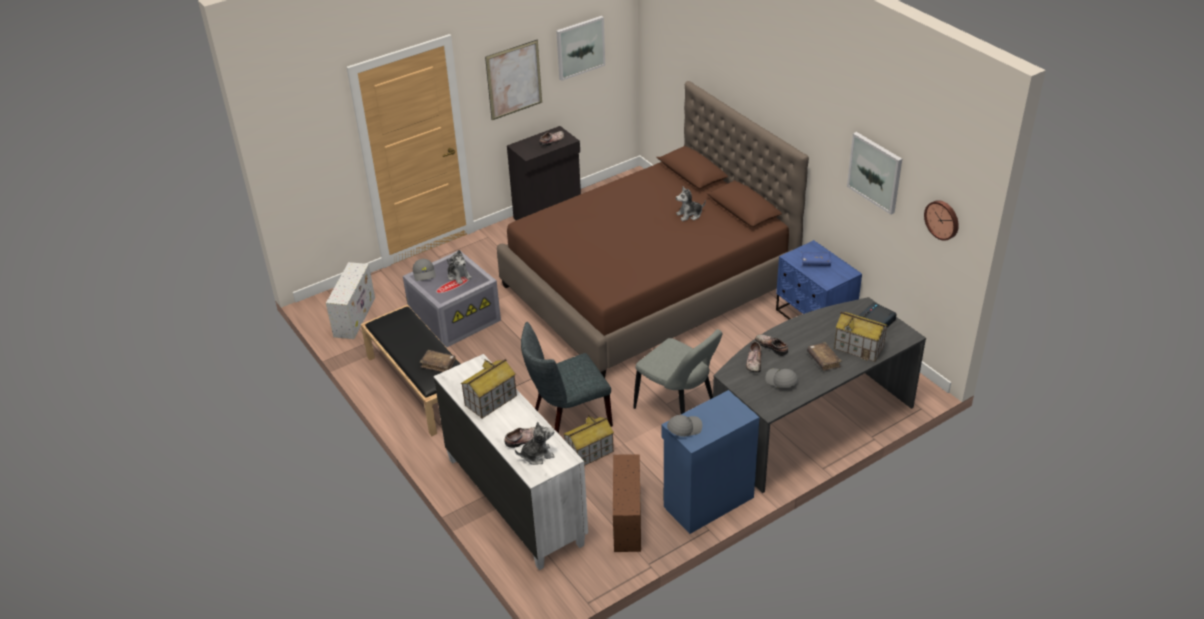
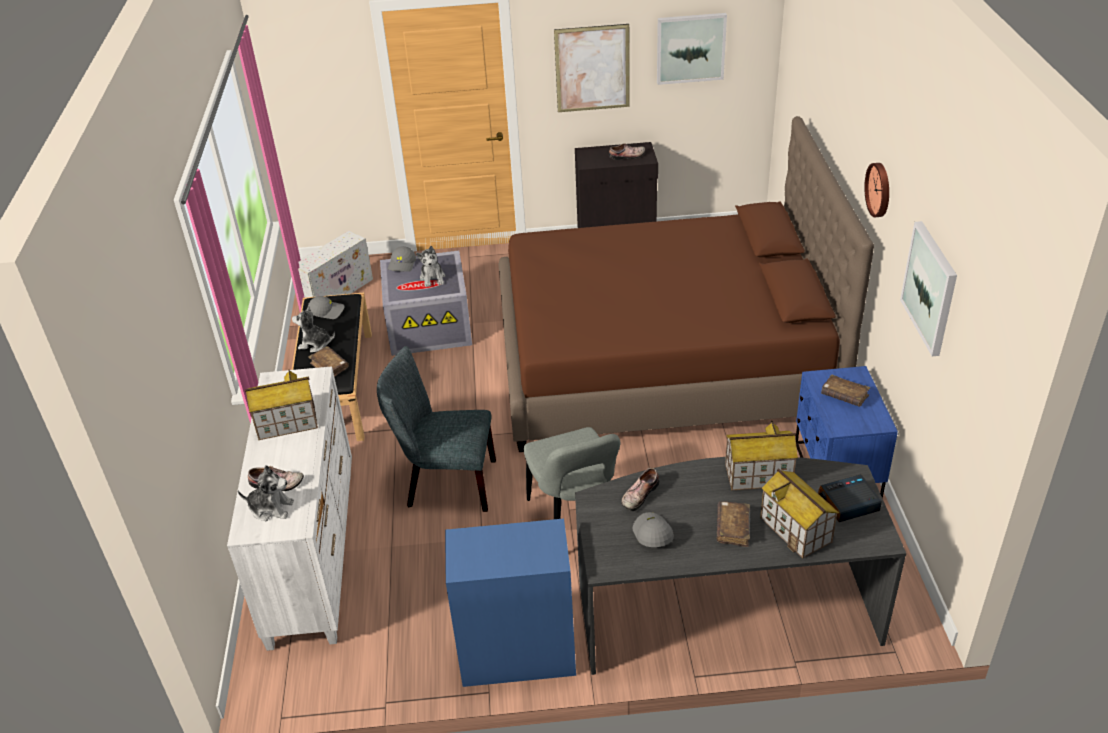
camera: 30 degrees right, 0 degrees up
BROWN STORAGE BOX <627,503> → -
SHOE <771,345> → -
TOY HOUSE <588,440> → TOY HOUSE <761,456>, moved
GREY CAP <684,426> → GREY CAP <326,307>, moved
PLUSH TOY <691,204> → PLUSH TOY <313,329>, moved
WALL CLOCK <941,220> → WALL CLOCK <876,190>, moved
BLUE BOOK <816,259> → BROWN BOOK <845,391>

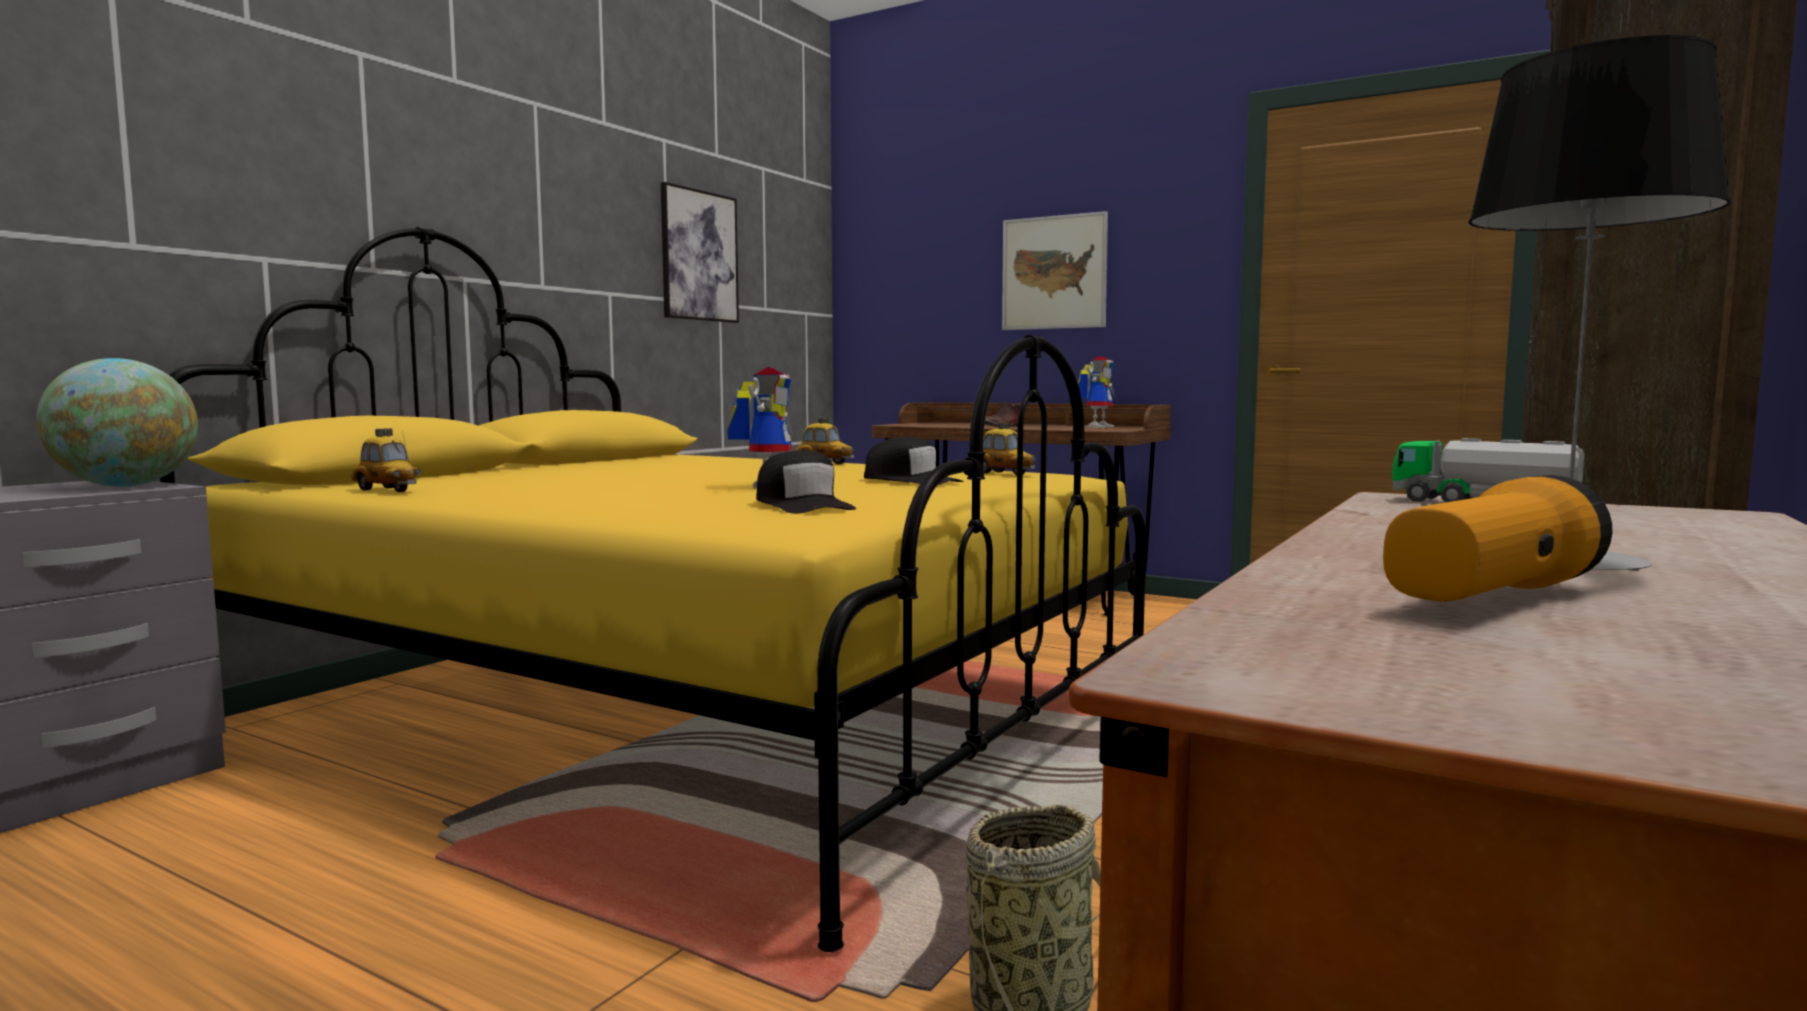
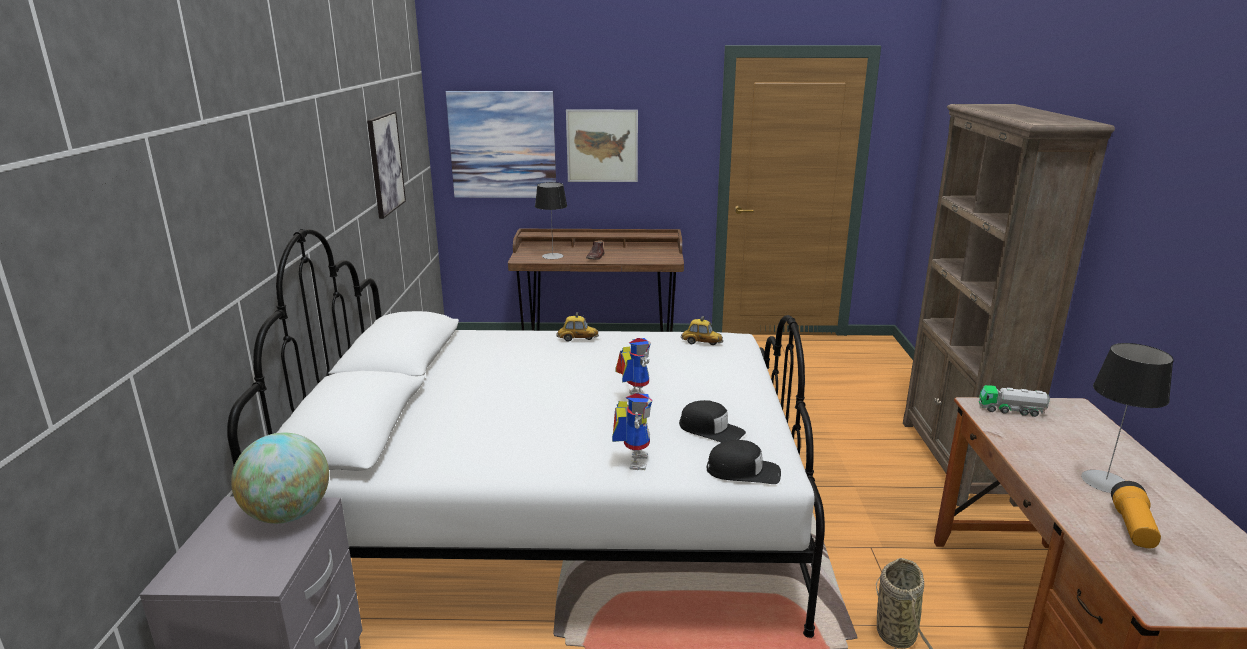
camera: 30 degrees left, 15 degrees up
TOY CAR <386,460> → -
- → PICTURE <501,144>
- → TABLE LAMP <551,220>
BLACK CAP <914,461> → BLACK CAP <744,462>, moved
TOY ROBOT <1097,392> → TOY ROBOT <632,431>, moved
YELLOW BED <653,589> → WHITE BED <526,433>

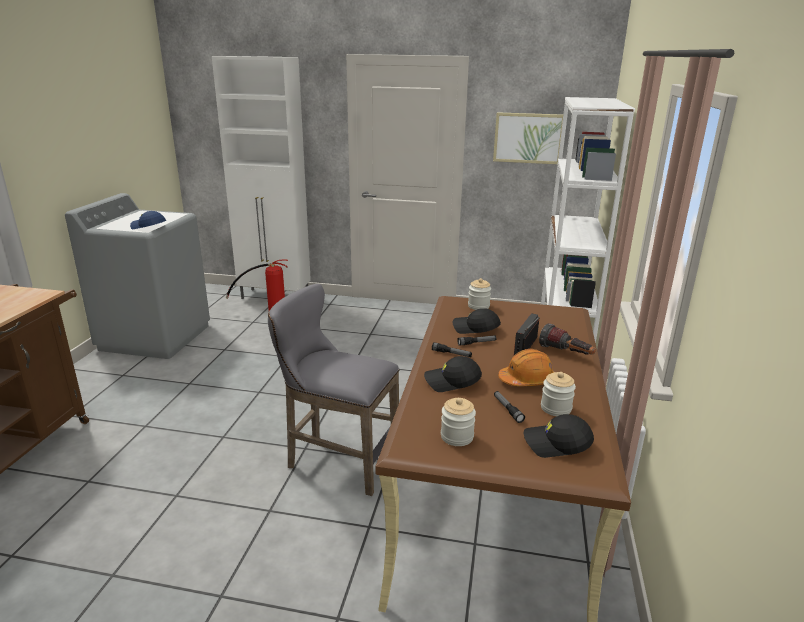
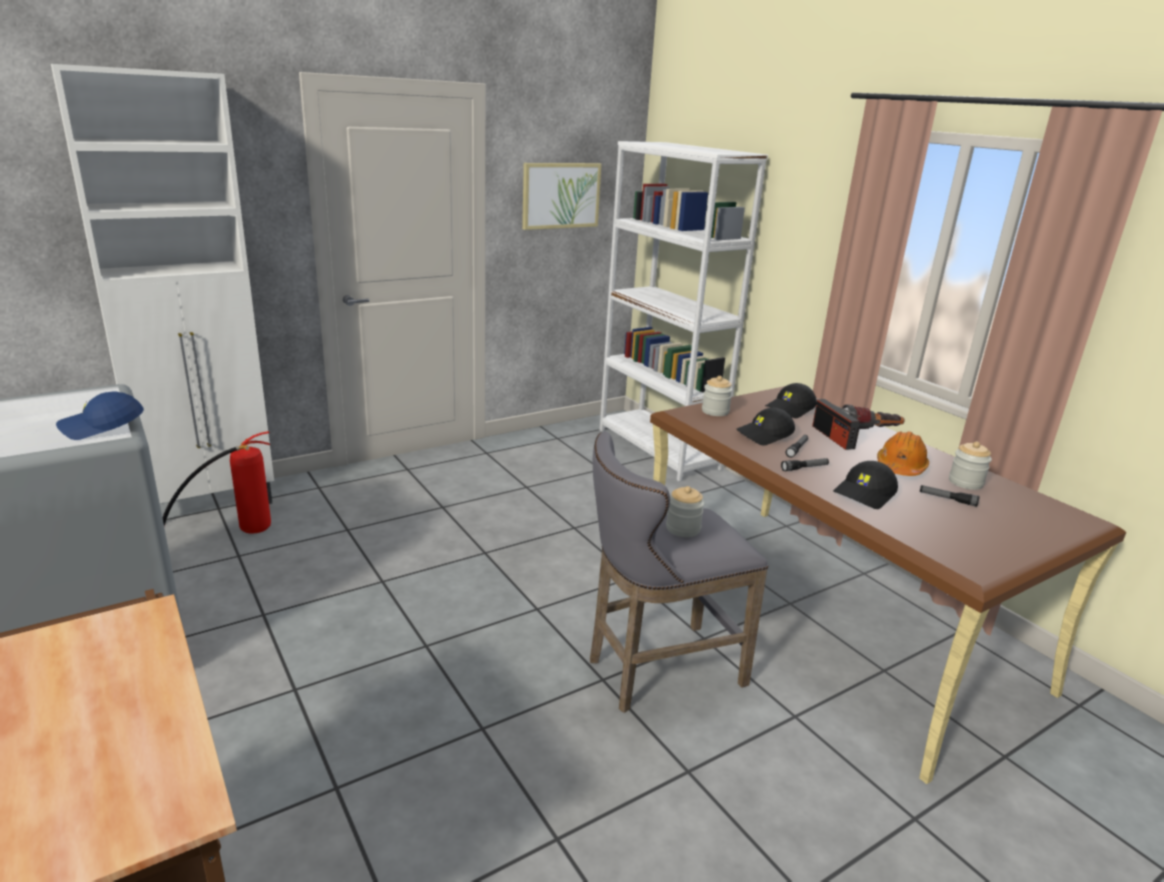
camera: 45 degrees left, 0 degrees up
JAR <458,422> → JAR <685,511>, moved
BLACK CAP <559,436> → BLACK CAP <791,400>, moved

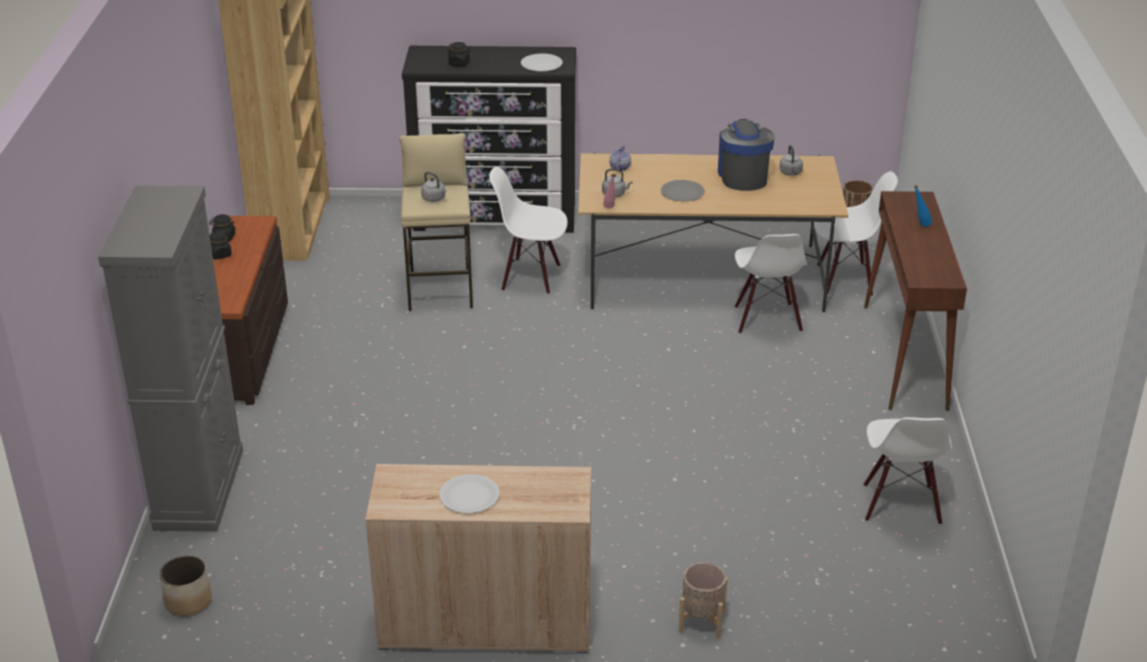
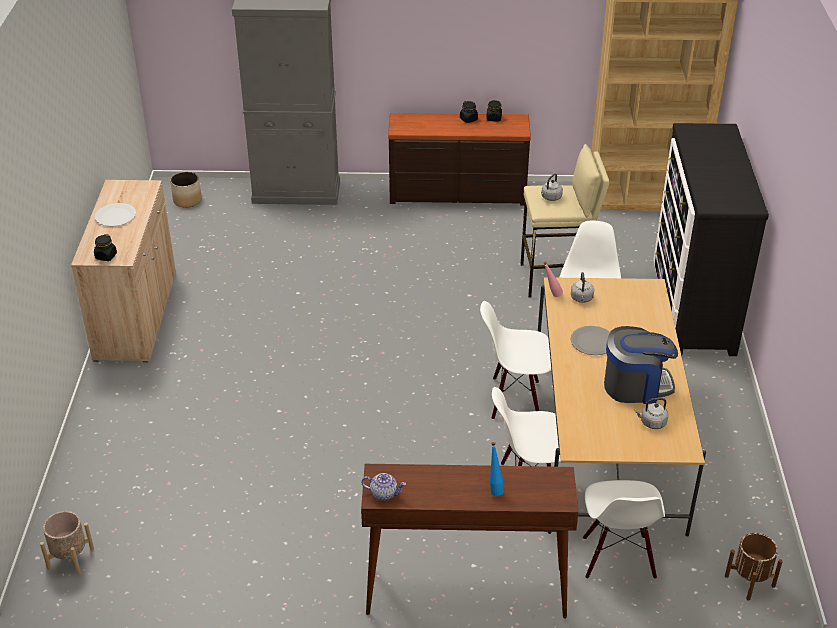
camera: 90 degrees right, 5 degrees up
WHITE PLATE <542,62> → -
BLACK JAR <459,54> → BLACK JAR <105,247>, moved
TEAPOT <620,158> → TEAPOT <383,487>, moved
BEIGE PLANTER <703,600> → BEIGE PLANTER <67,543>, moved
WHITE CHAIR <907,471> → WHITE CHAIR <515,360>, moved

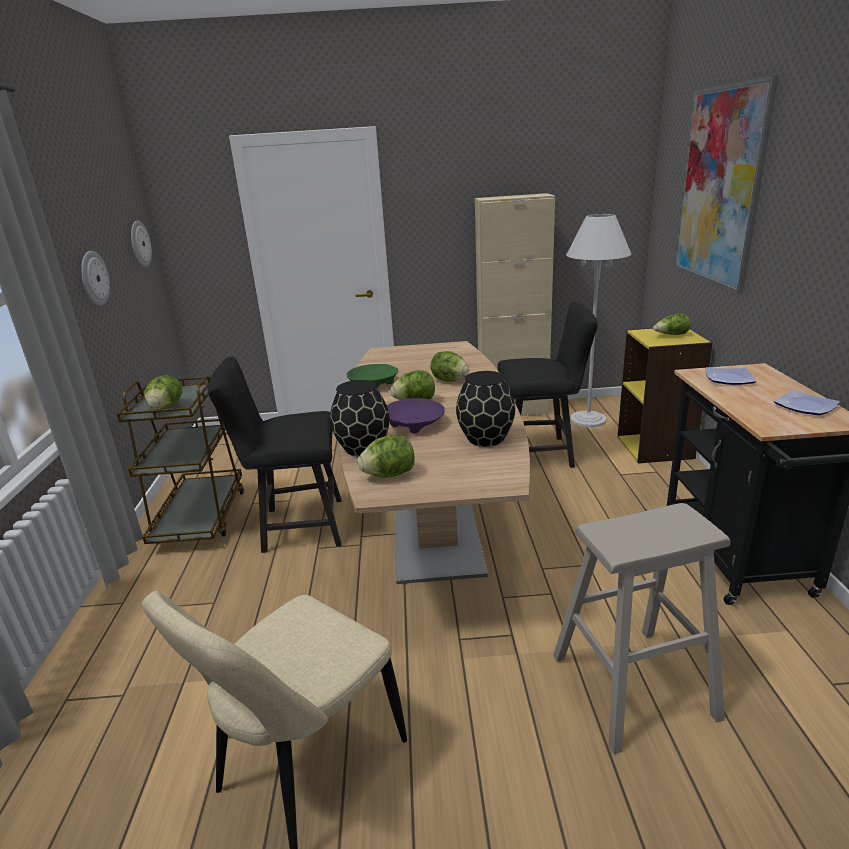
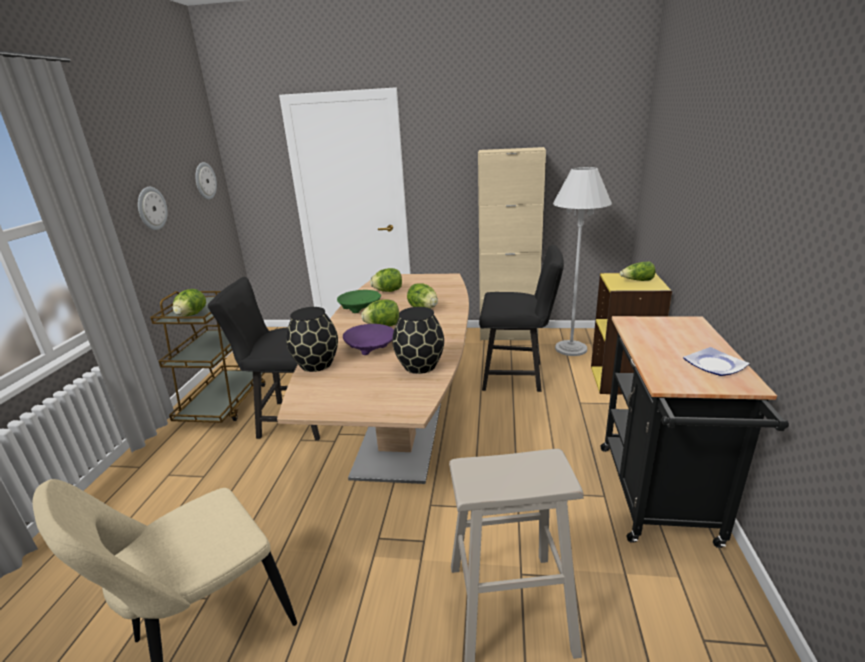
camera: 10 degrees right, 0 degrees up
PICTURE <726,185> → -
PLATE <731,376> → -
LETTUCE <386,456> → LETTUCE <386,280>, moved

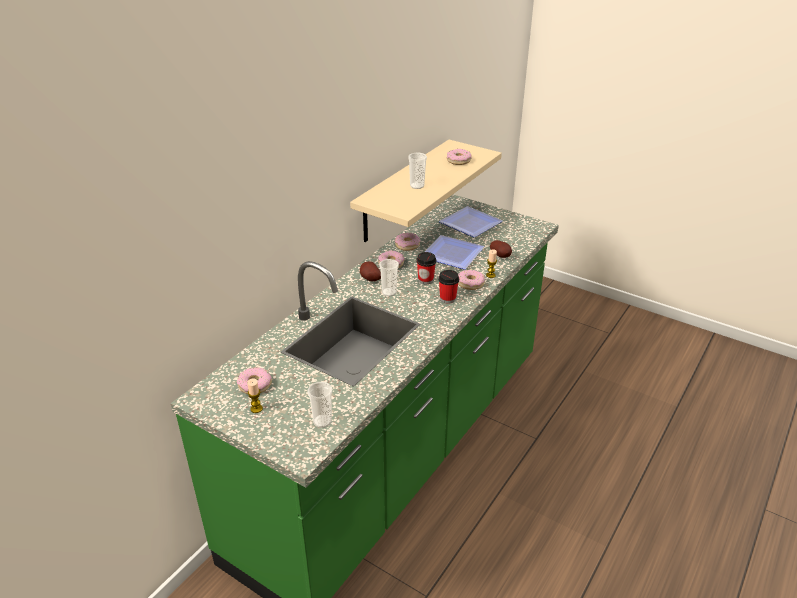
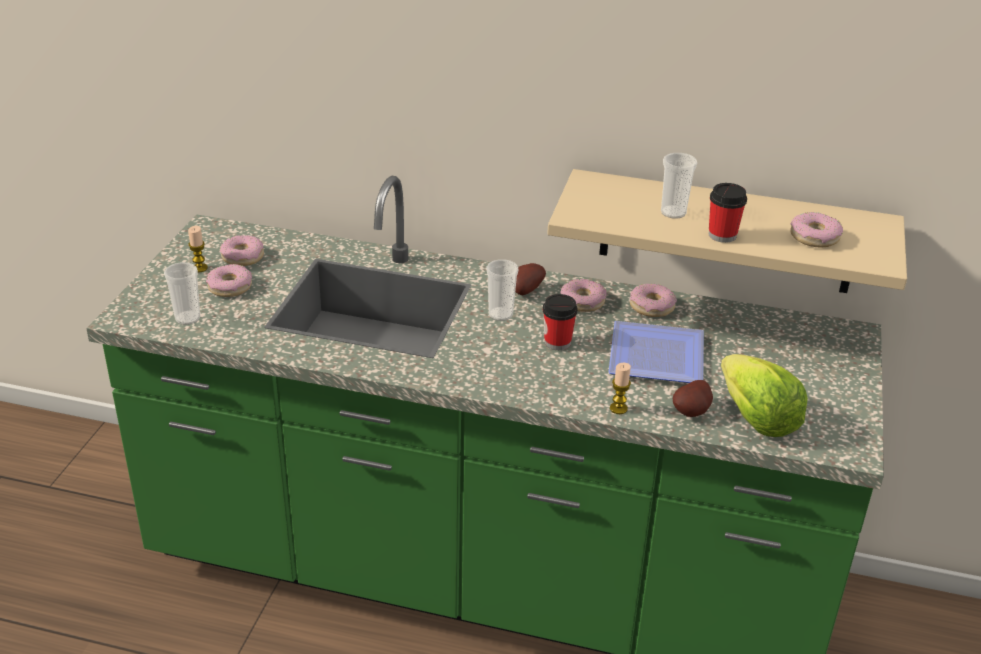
camera: 70 degrees right, 0 degrees up
PLATE <470,222> → -
- → LETTUCE <764,395>
CUP <448,287> → CUP <728,213>, moved
DONUT <471,279> → DONUT <229,280>, moved

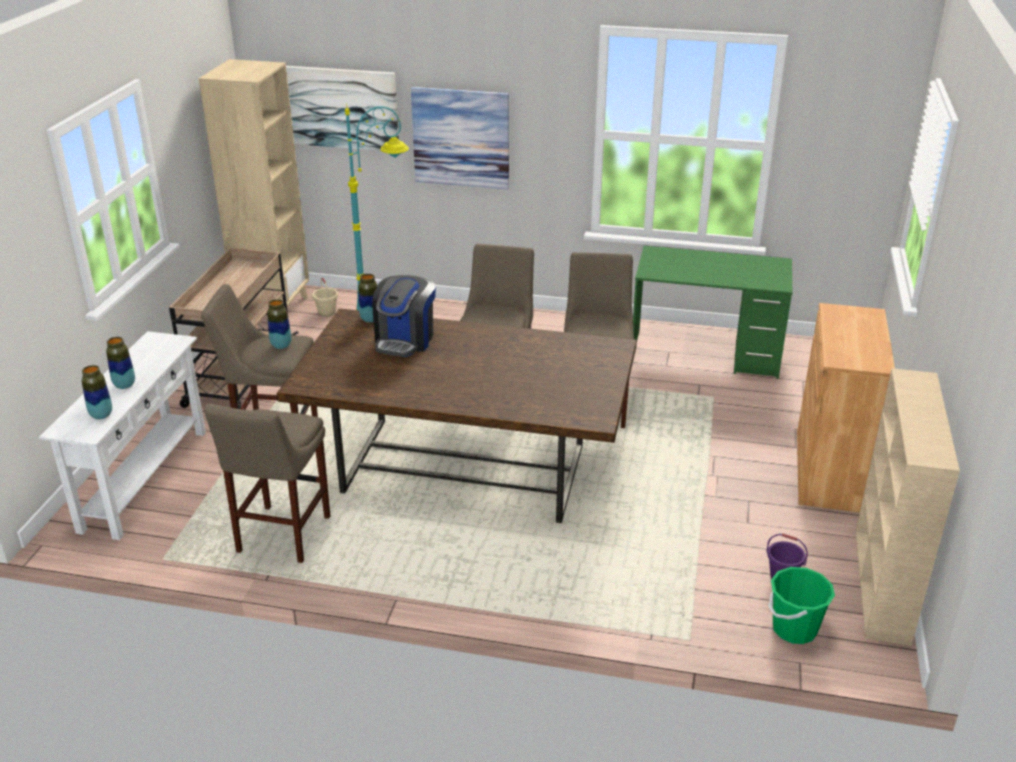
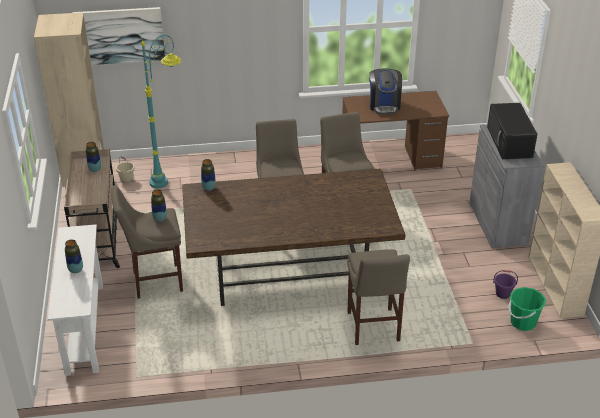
camera: 20 degrees left, 5 degrees up
PICTURE <460,138> → -
- → BLACK MICROWAVE <512,131>
VASE <97,392> → VASE <93,157>, moved
BEIGE STOOL <267,483> → BEIGE STOOL <378,297>, moved
COFFEE MACHINE <404,316> → COFFEE MACHINE <385,91>, moved
GREEN DESK <712,312> → BROWN DESK <395,131>
BROWN CABINET <846,407> → GREY CABINET <506,186>

